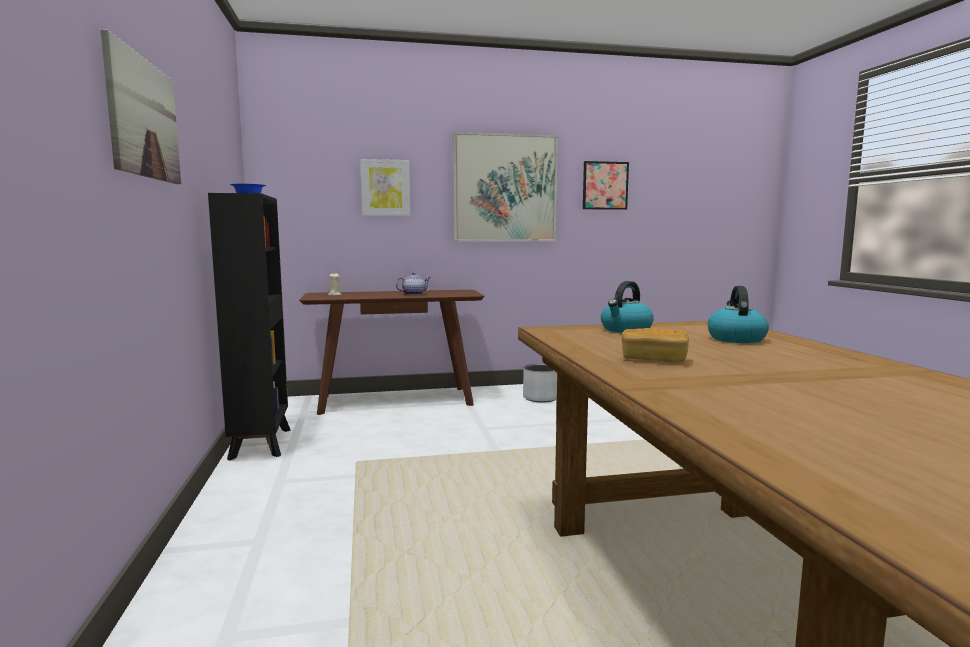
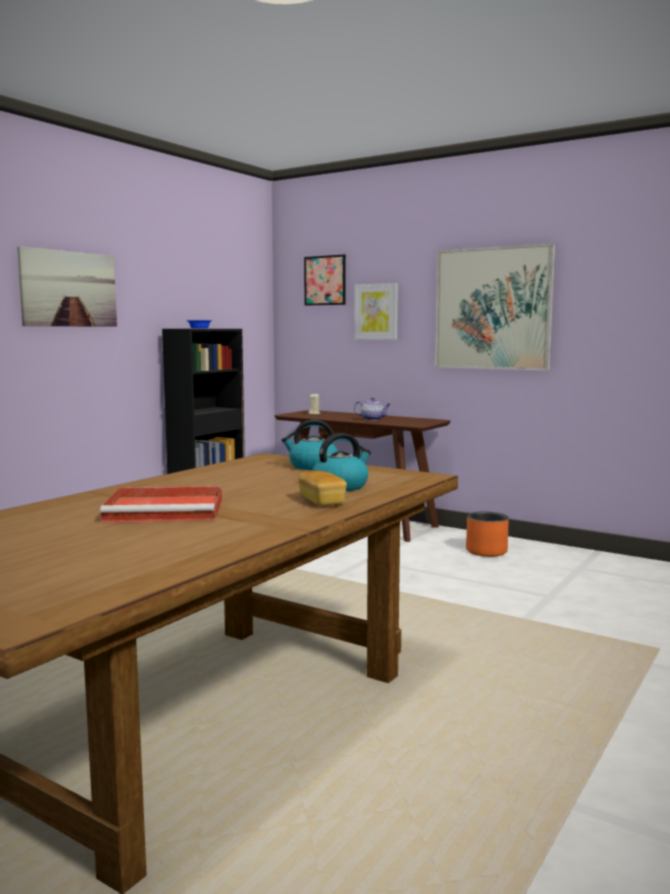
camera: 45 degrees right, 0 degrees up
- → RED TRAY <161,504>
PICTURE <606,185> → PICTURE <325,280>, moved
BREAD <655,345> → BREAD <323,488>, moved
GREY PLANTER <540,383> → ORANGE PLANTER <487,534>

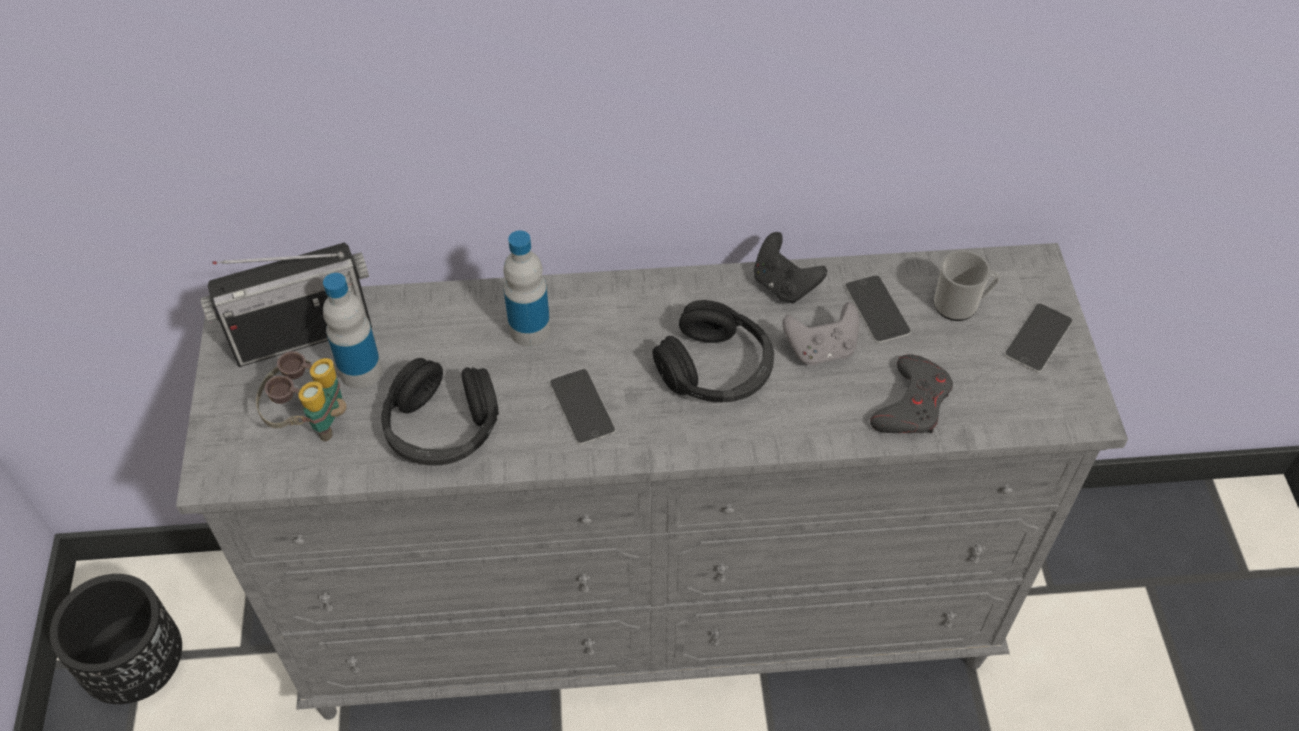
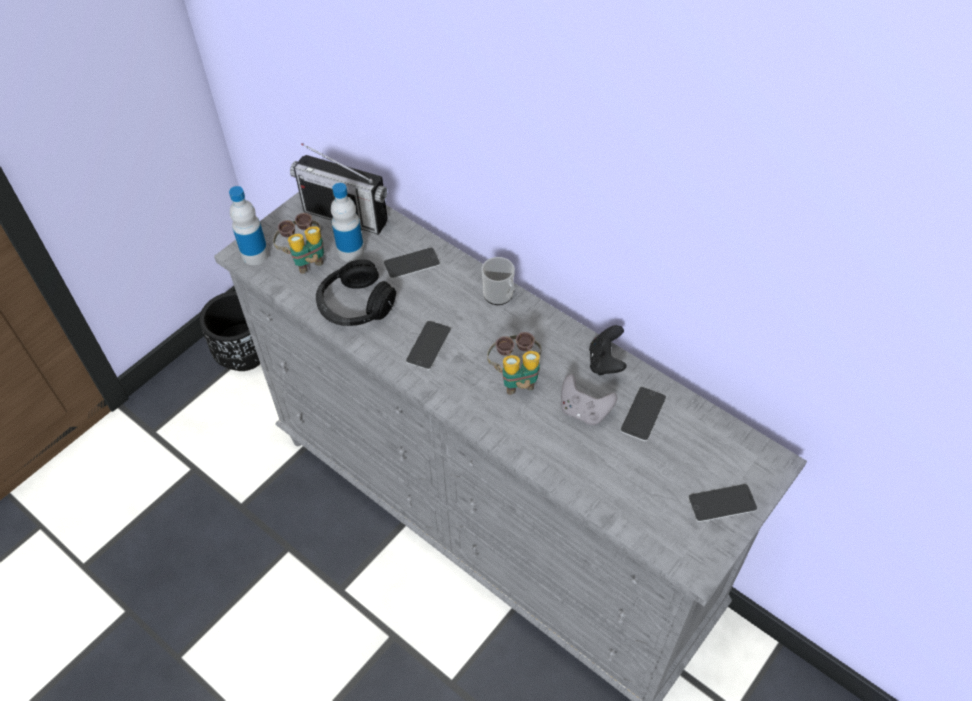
camera: 45 degrees right, 0 degrees up
GREY GAME CONTROLLER <911,394> → -
- → PHONE <412,263>
BOTTLE <527,289> → BOTTLE <249,225>, moved
MUG <967,285> → MUG <498,281>, moved
BLACK HEADPHONES <713,351> → BINOCULARS <514,363>

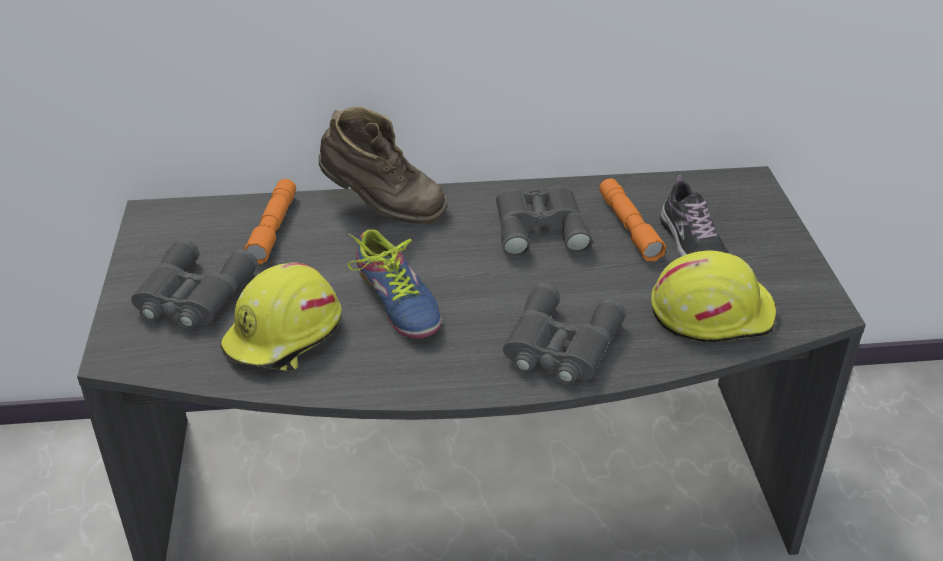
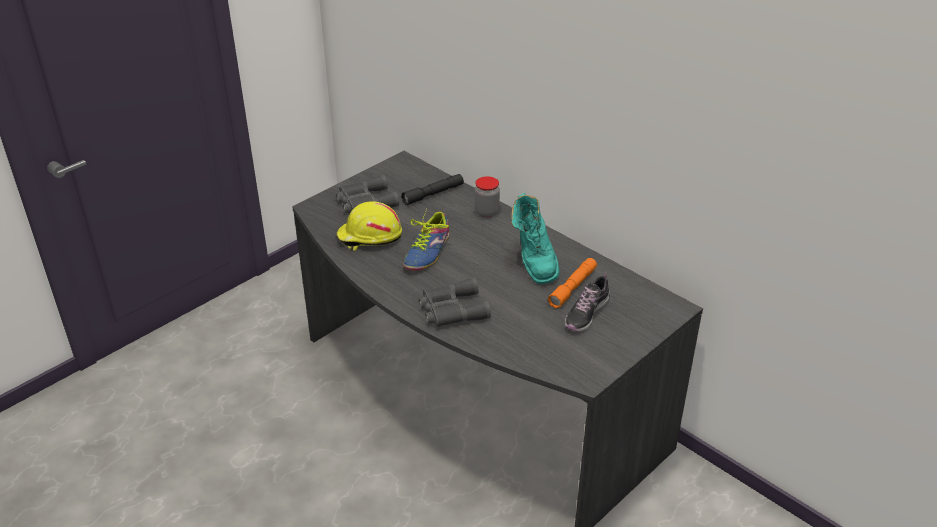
camera: 50 degrees right, 0 degrees up
YELLOW HARD HAT <713,296> → -
BROWN BOOT <383,165> → JAR <487,197>
GREY BINOCULARS <544,222> → TURQUOISE BOOT <535,238>
ORANGE FLASHLIGHT <270,222> → BLACK FLASHLIGHT <432,189>

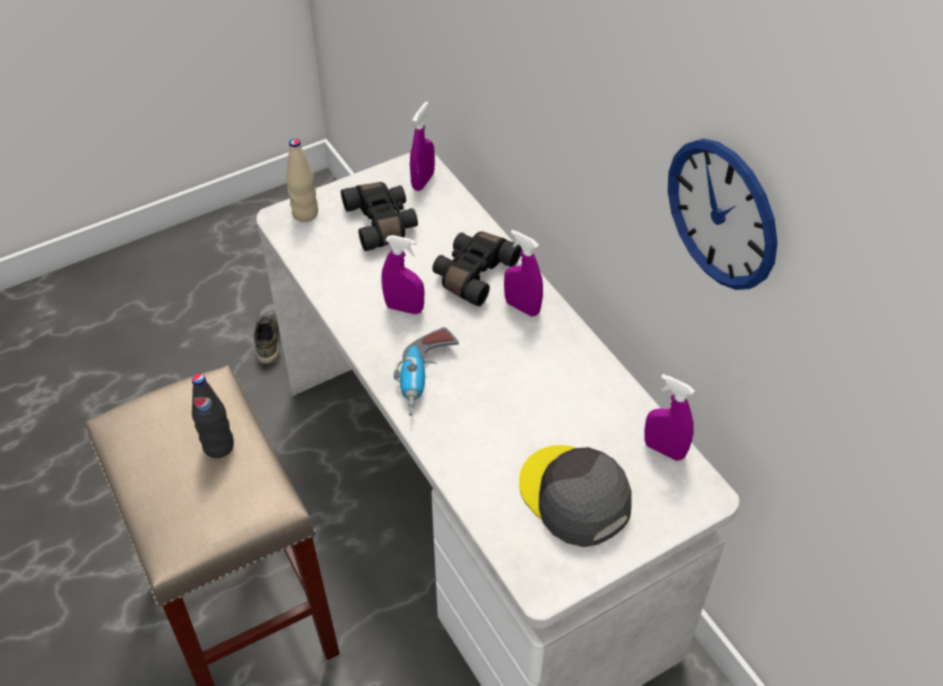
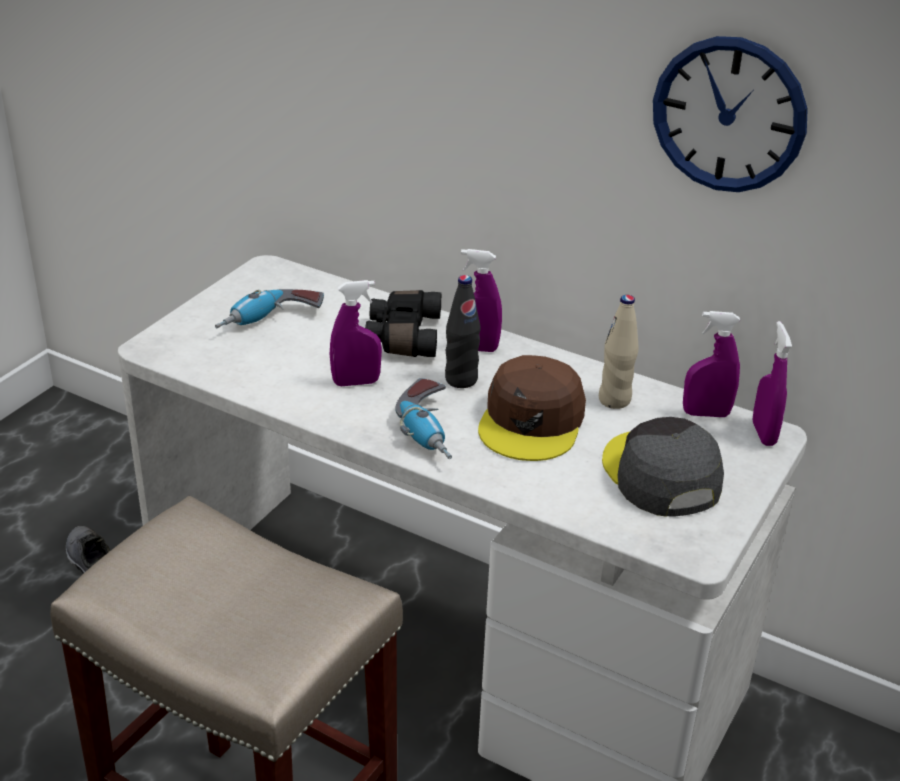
camera: 30 degrees left, 15 degrees down
- → BROWN CAP <532,408>
BLACK BOTTLE <213,416> → BLACK BOTTLE <463,331>, moved
BEIGE BOTTLE <302,180> → BEIGE BOTTLE <618,352>, moved
PURPLE SPRAY BOTTLE <422,146> → PURPLE SPRAY BOTTLE <772,383>, moved
BLACK BINOCULARS <379,216> → POWER DRILL <269,308>
GREY CAP <575,496> → GREY CAP <663,467>, 45 degrees clockwise

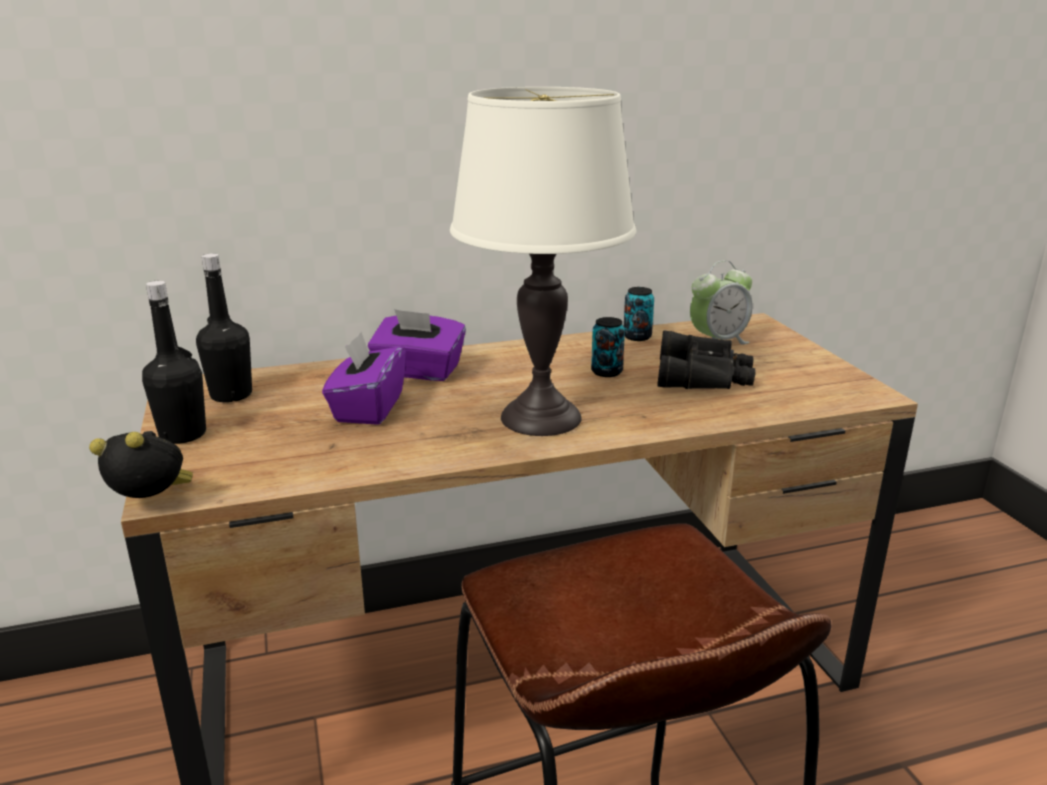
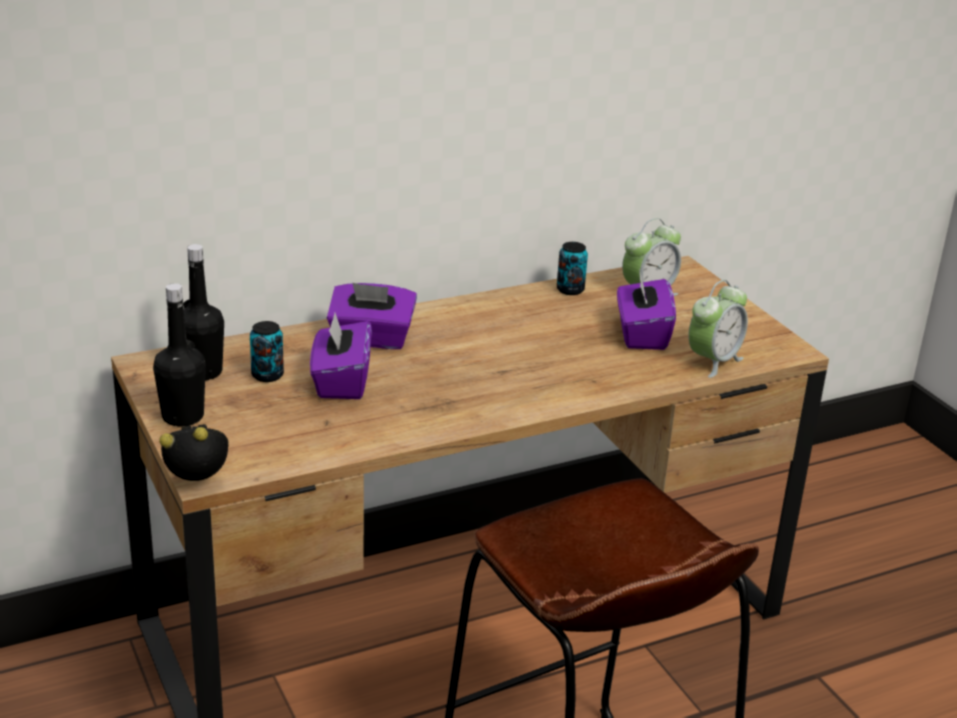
camera: 10 degrees left, 5 degrees up
WHITE TABLE LAMP <543,261> → -
- → ALARM CLOCK <718,329>
CAN <608,347> → CAN <267,351>, moved
BLACK BINOCULARS <706,360> → PURPLE TISSUE BOX <646,311>

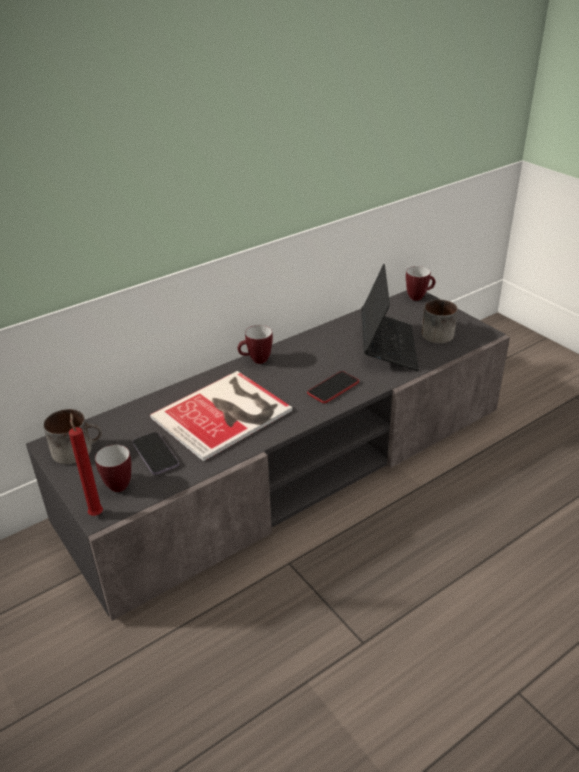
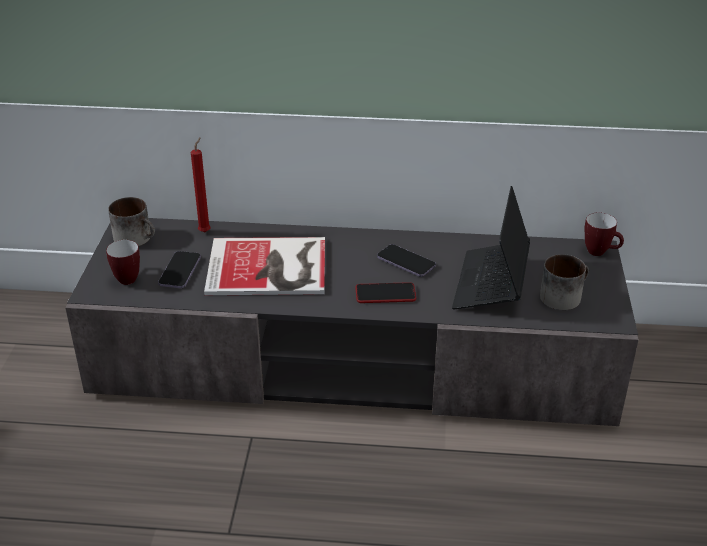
camera: 40 degrees right, 0 degrees up
MUG <255,344> → -
- → PHONE <406,260>
RED CANDLE <86,464> → RED CANDLE <201,184>, moved
LAPTOP <390,317> → LAPTOP <491,247>, 150 degrees clockwise

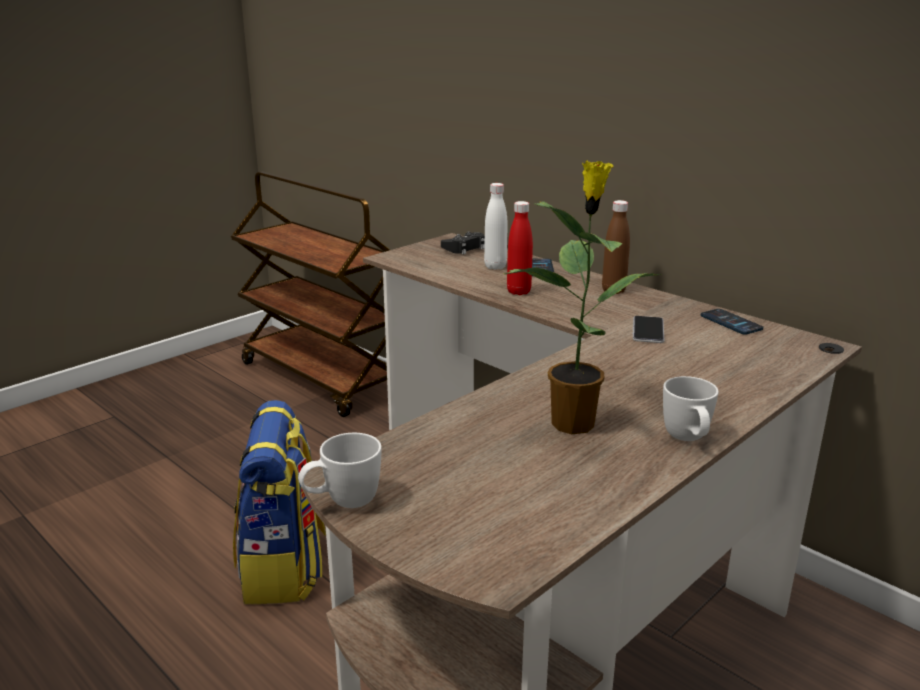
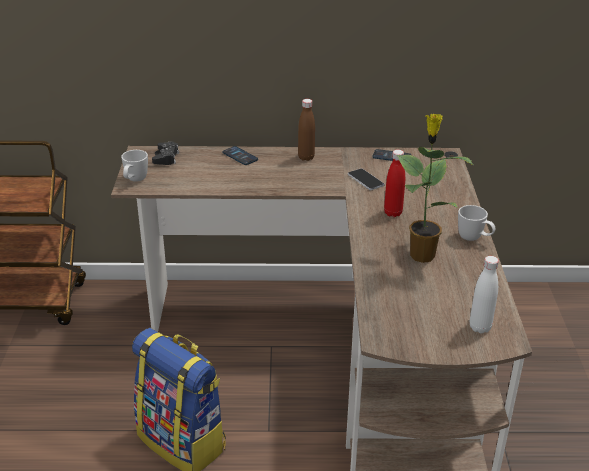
camera: 45 degrees left, 10 degrees up
WHITE MUG <340,470> → WHITE MUG <134,166>, moved
WHITE BOTTLE <496,226> → WHITE BOTTLE <484,295>, moved
RED BOTTLE <520,248> → RED BOTTLE <394,183>, moved

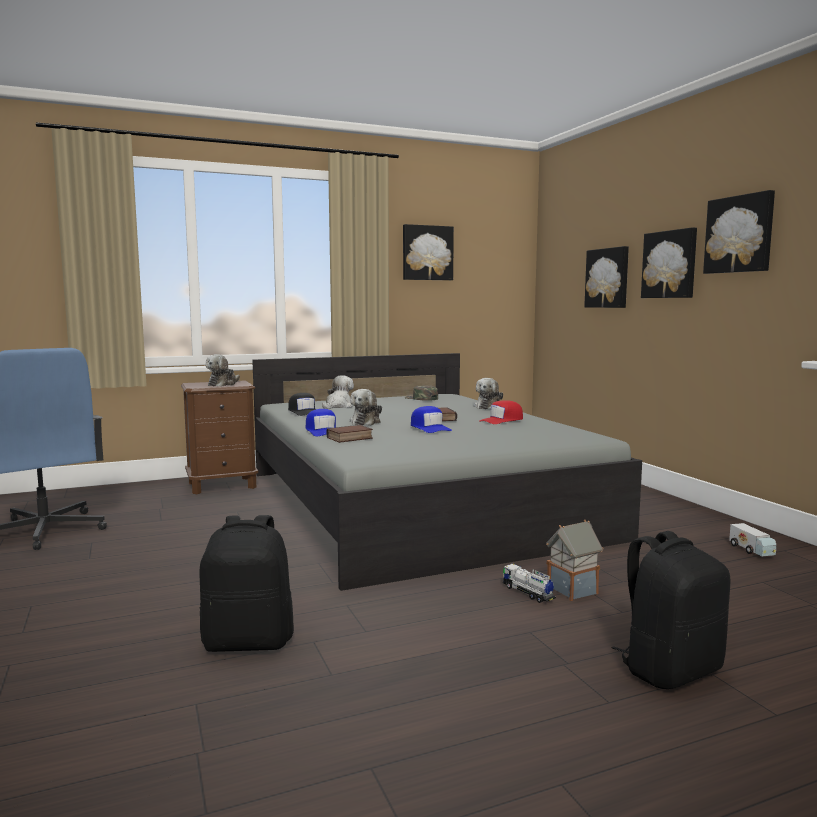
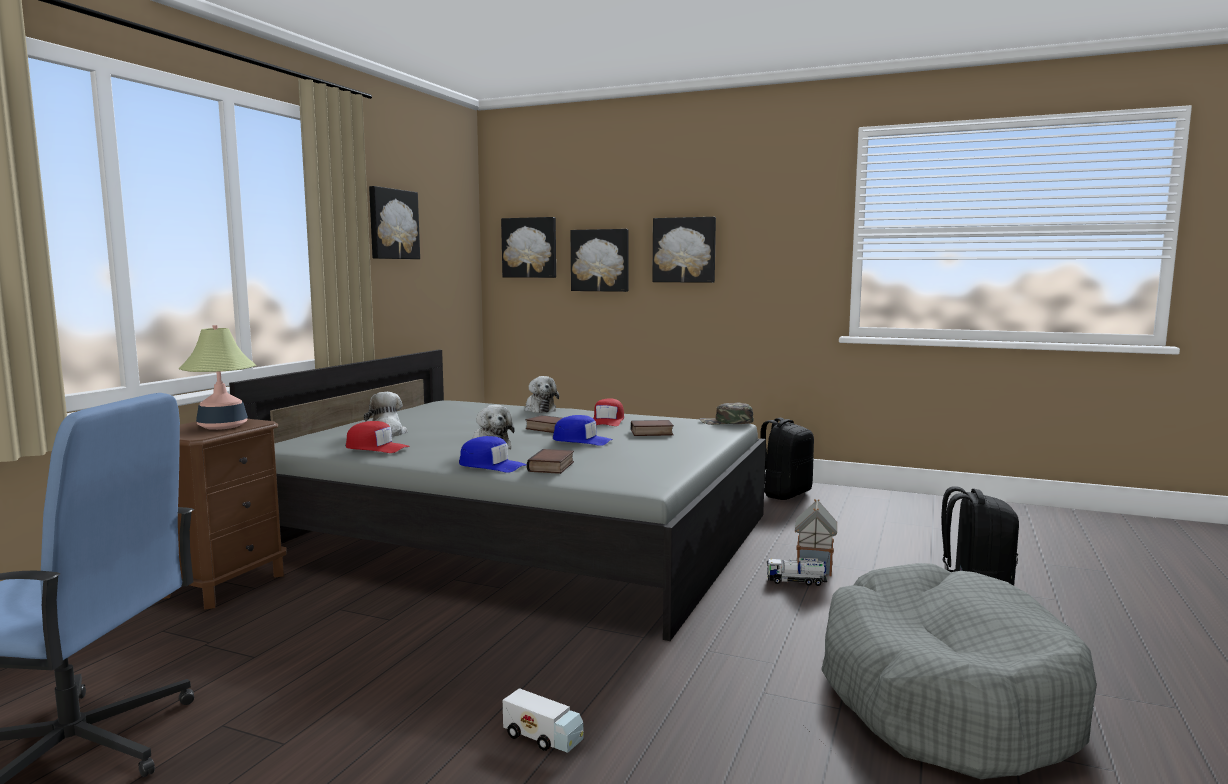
camera: 45 degrees left, 0 degrees up
- → BOOK <652,428>
- → GREY DOG BED <959,671>
BLACK BACKPACK <246,583> → BLACK BACKPACK <787,459>, moved
GREEN CAP <421,393> → GREEN CAP <726,414>, moved
PICTURE <739,232> → PICTURE <528,247>, moved
TOY TRUCK <752,539> → TOY TRUCK <543,720>, moved
PLUSH TOY <222,370> → TABLE LAMP <217,377>
BLACK CAP <302,404> → RED CAP <378,437>

